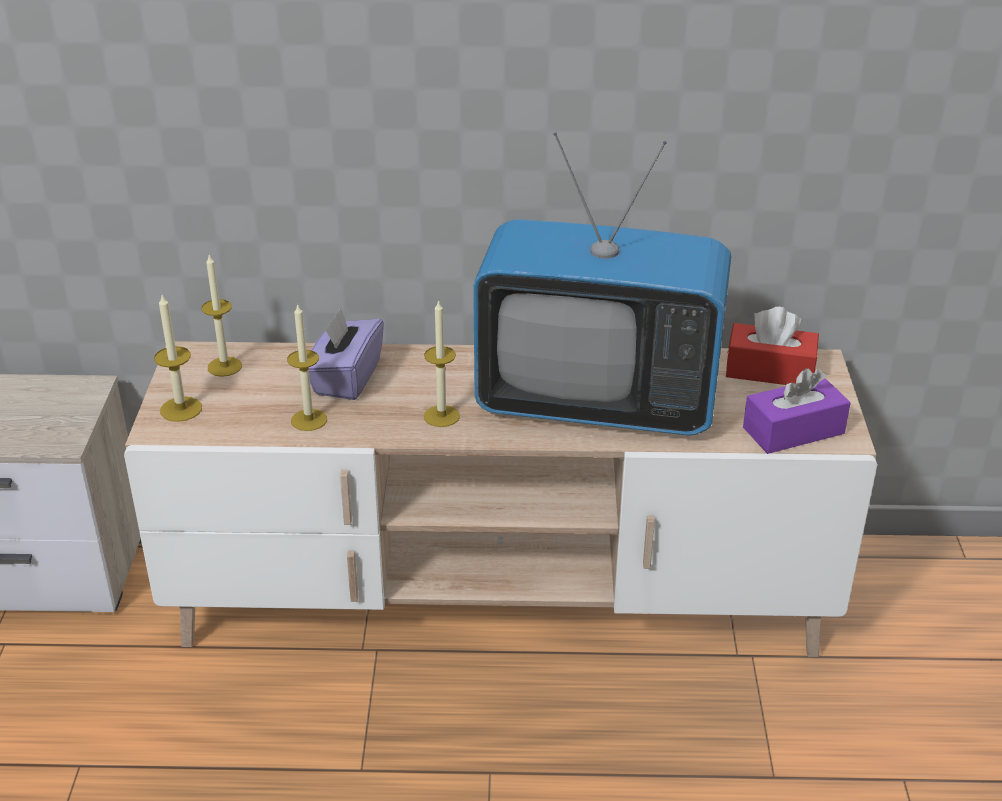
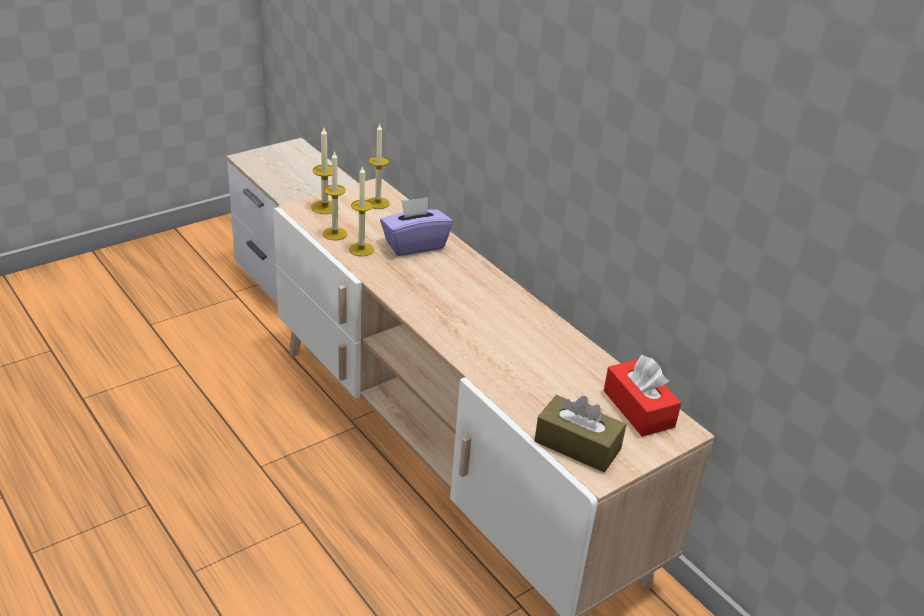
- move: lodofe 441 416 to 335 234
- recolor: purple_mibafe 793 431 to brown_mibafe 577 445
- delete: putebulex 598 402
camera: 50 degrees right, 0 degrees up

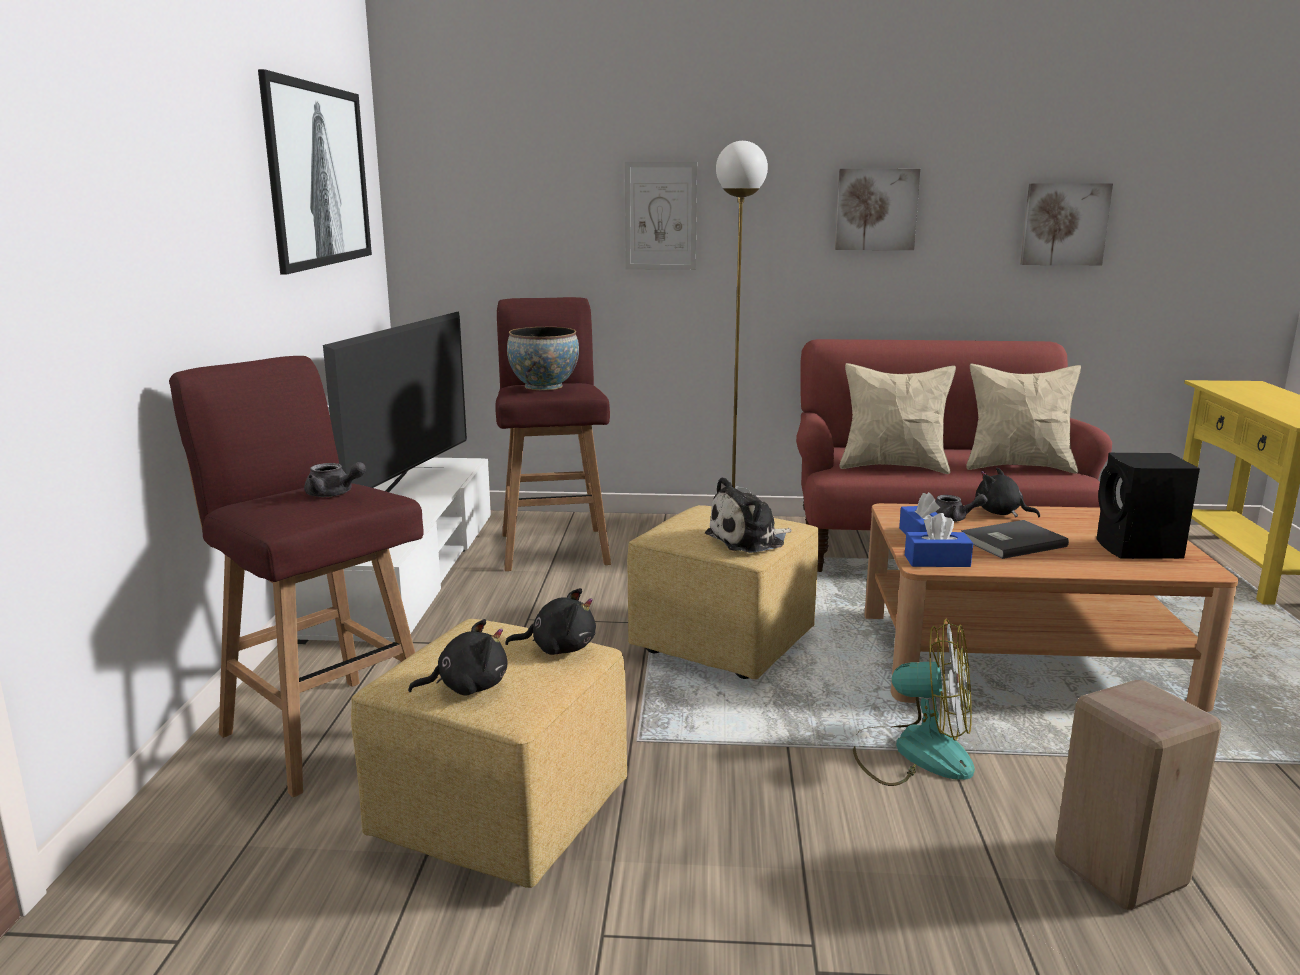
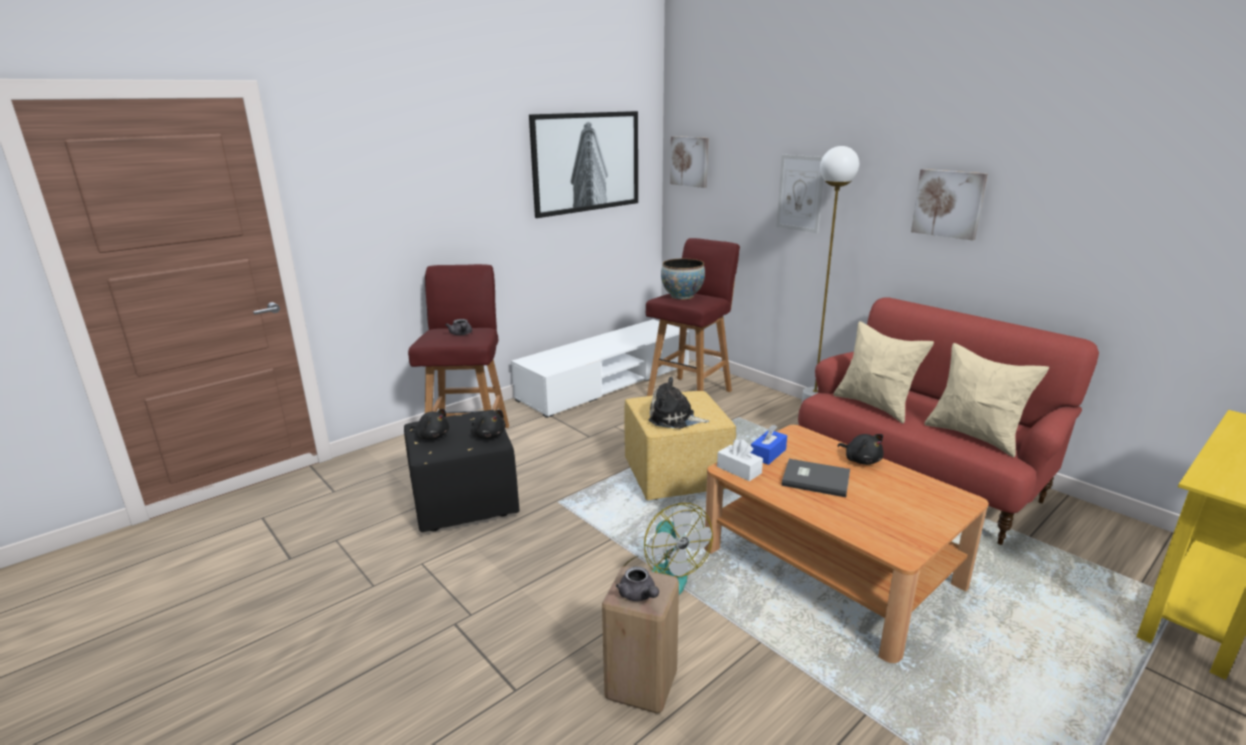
- recolor: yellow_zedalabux 499 815 to black_zedalabux 465 503
- move: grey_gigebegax 953 519 to 639 595
- move: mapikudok 1064 224 to 690 161
- recolor: blue_mibafe 937 561 to white_mibafe 739 470
- rotate: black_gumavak 1000 513 = 861 460 150 degrees clockwise
- delete: putebulex 409 487
- delete: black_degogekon 1138 550
camera: 45 degrees right, 5 degrees up

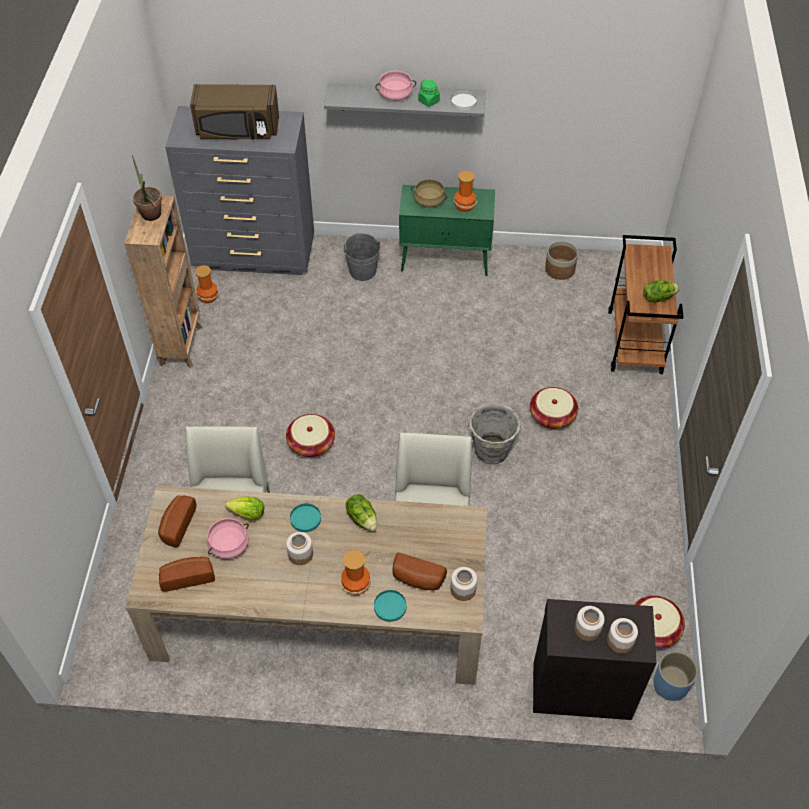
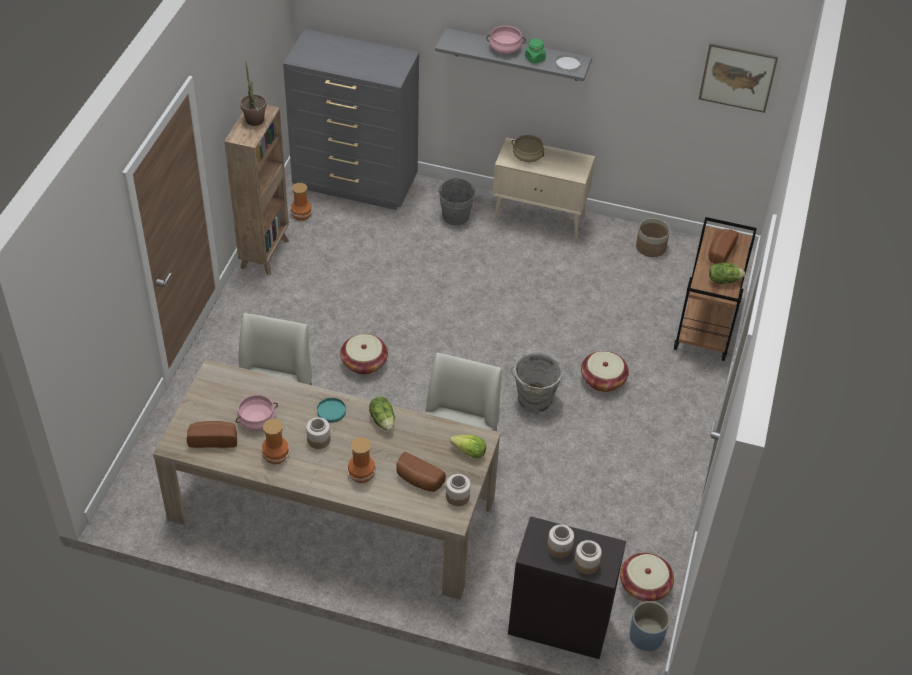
- move: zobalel 464 205 to 275 455
- move: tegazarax 248 514 to 469 452
- recolor: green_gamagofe 446 260 to beige_gamagofe 540 219
- insert: mapikudok 737 77
- move: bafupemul 176 525 to 719 253
- delete: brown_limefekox 238 130
- delete: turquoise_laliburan 389 606
camera: 10 degrees right, 5 degrees down

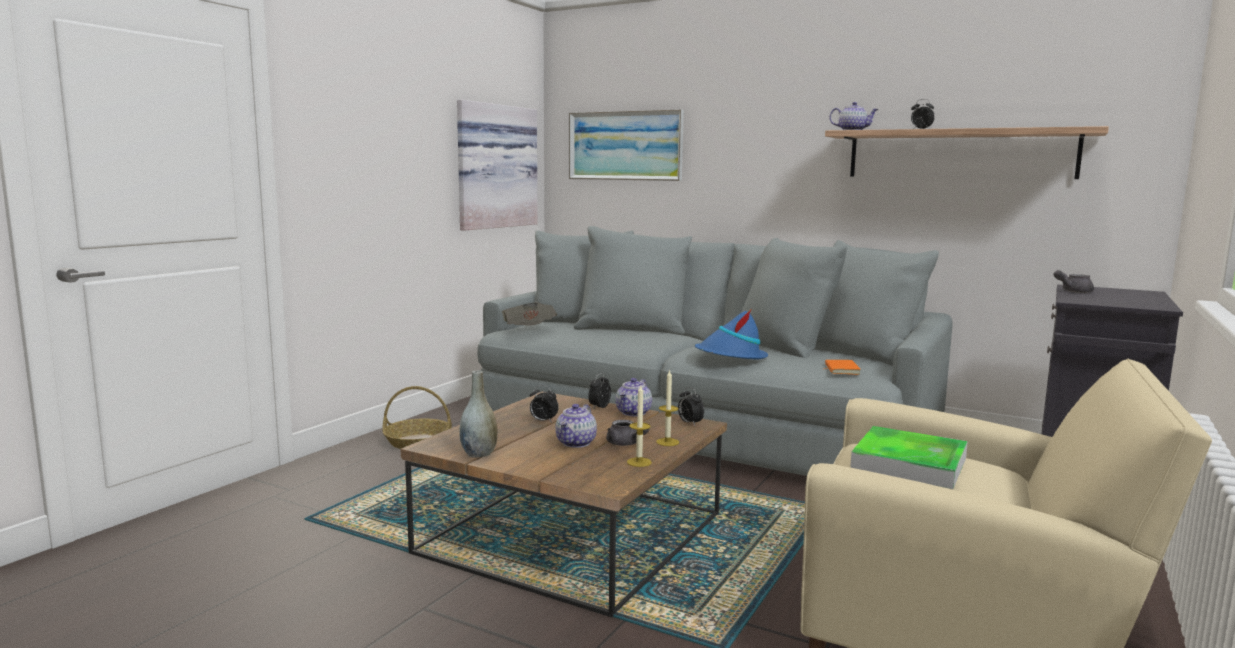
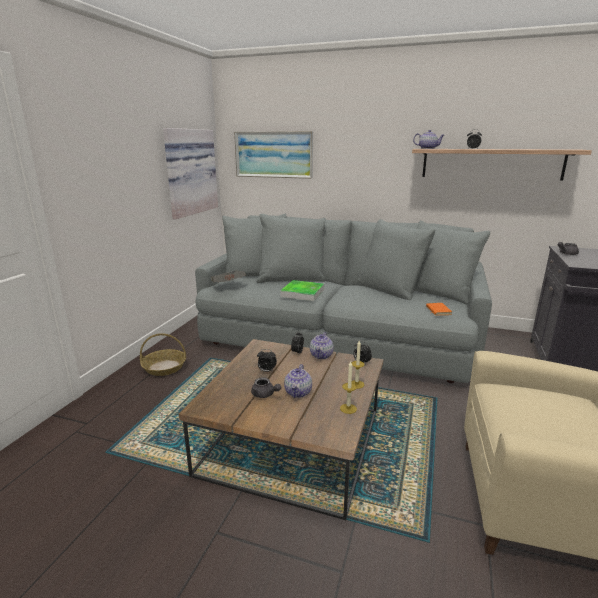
- move: grey_gigebegax 626 444 to 265 395
- move: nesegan 909 464 to 302 293
- delete: grey_zobalel 479 454
- delete: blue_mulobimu 731 357
camera: 10 degrees left, 10 degrees up

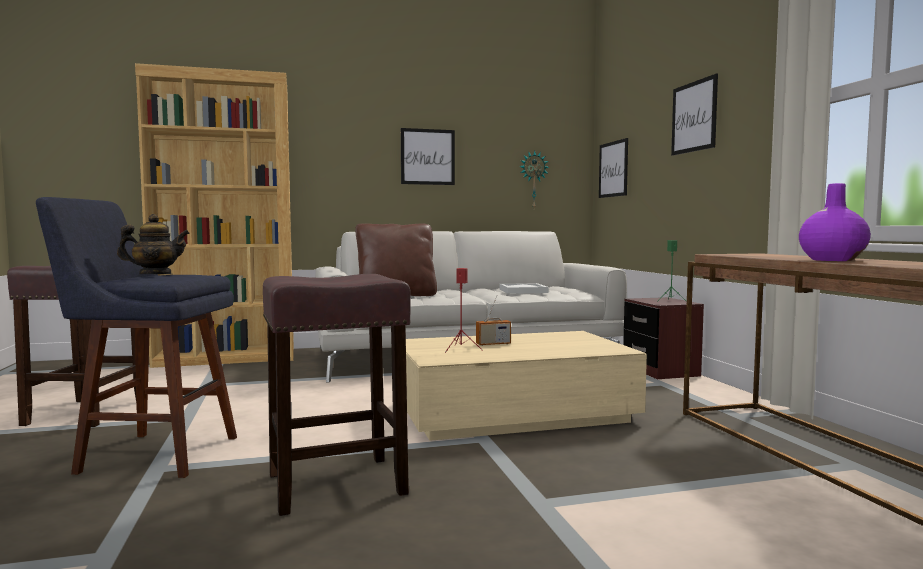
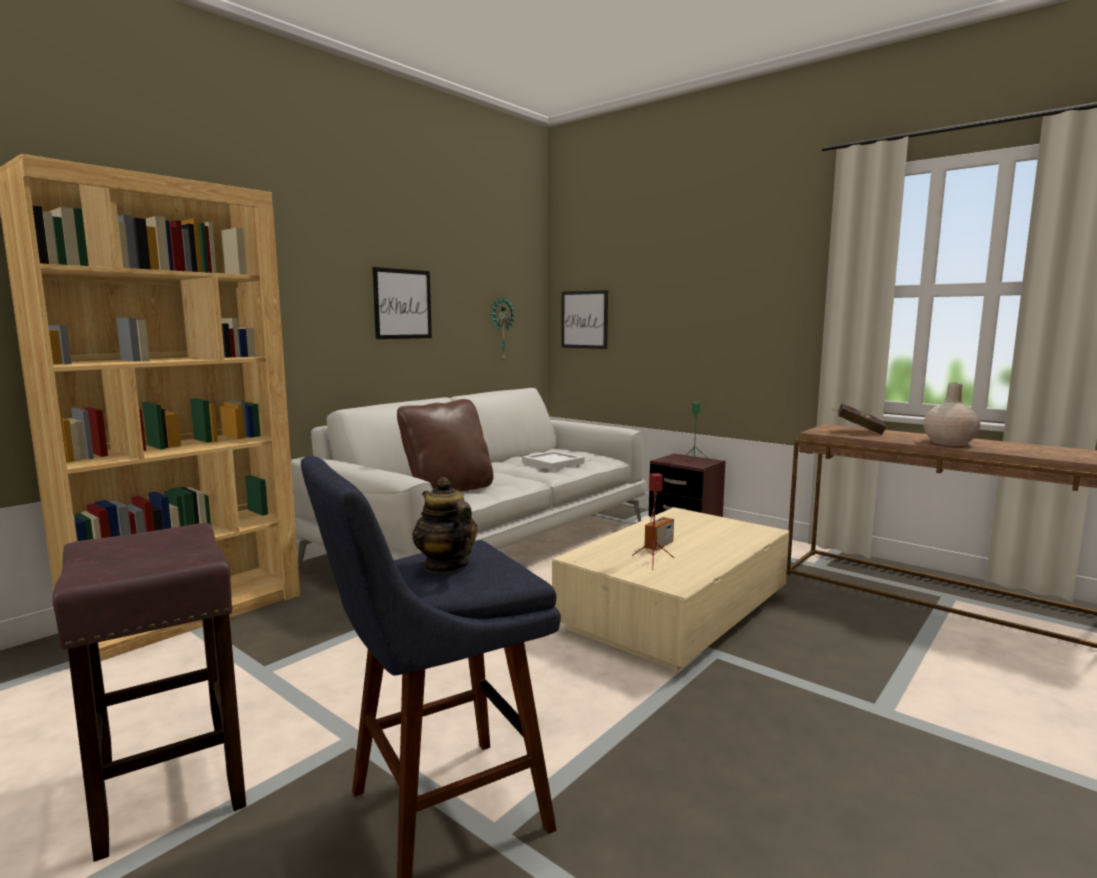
- rotate: gigebegax 155 275 = 446 565 75 degrees counterclockwise
- insert: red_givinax 857 431
- recolor: purple_zobalel 832 260 to beige_zobalel 948 443
- delete: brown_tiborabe 339 483
- delete: mapikudok 694 117
camera: 35 degrees left, 5 degrees up

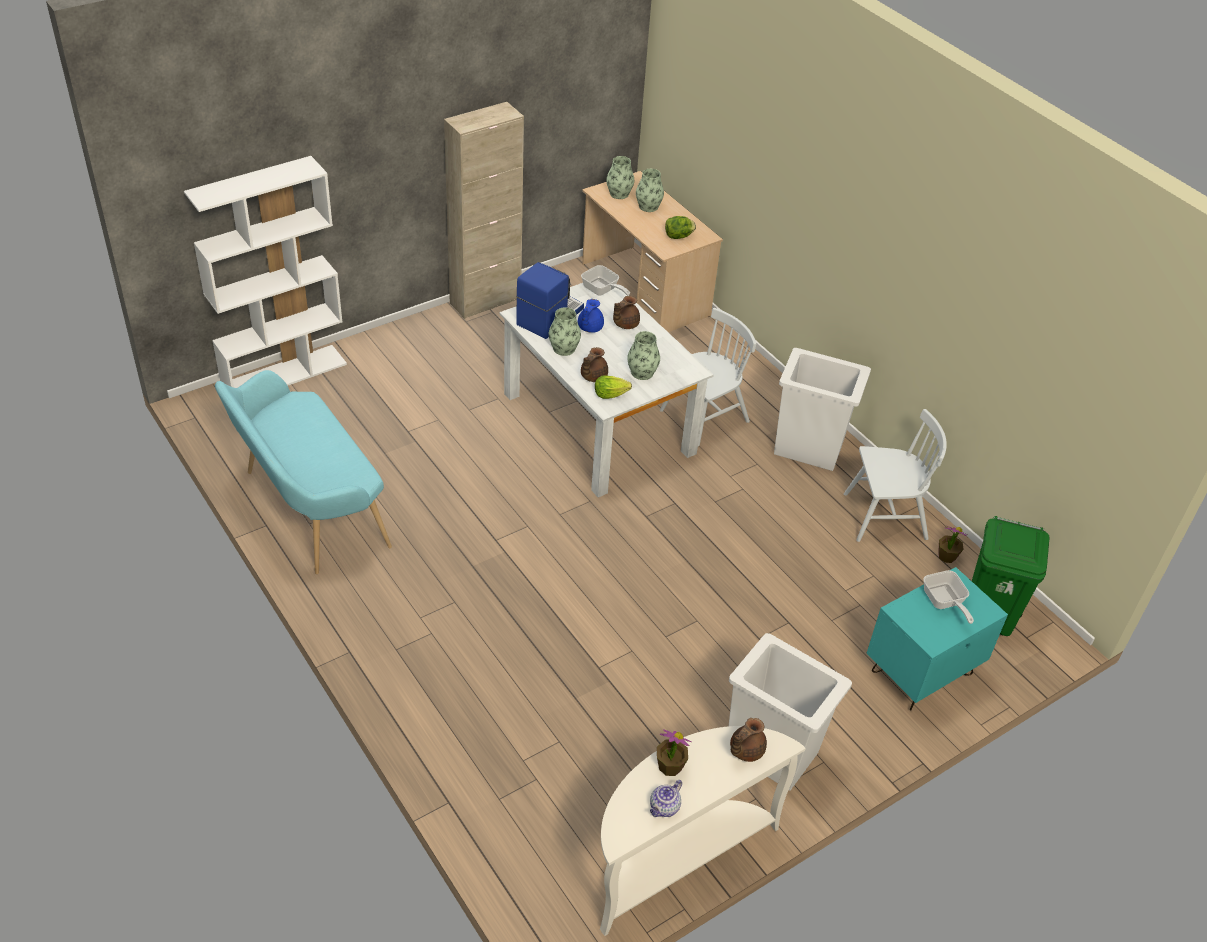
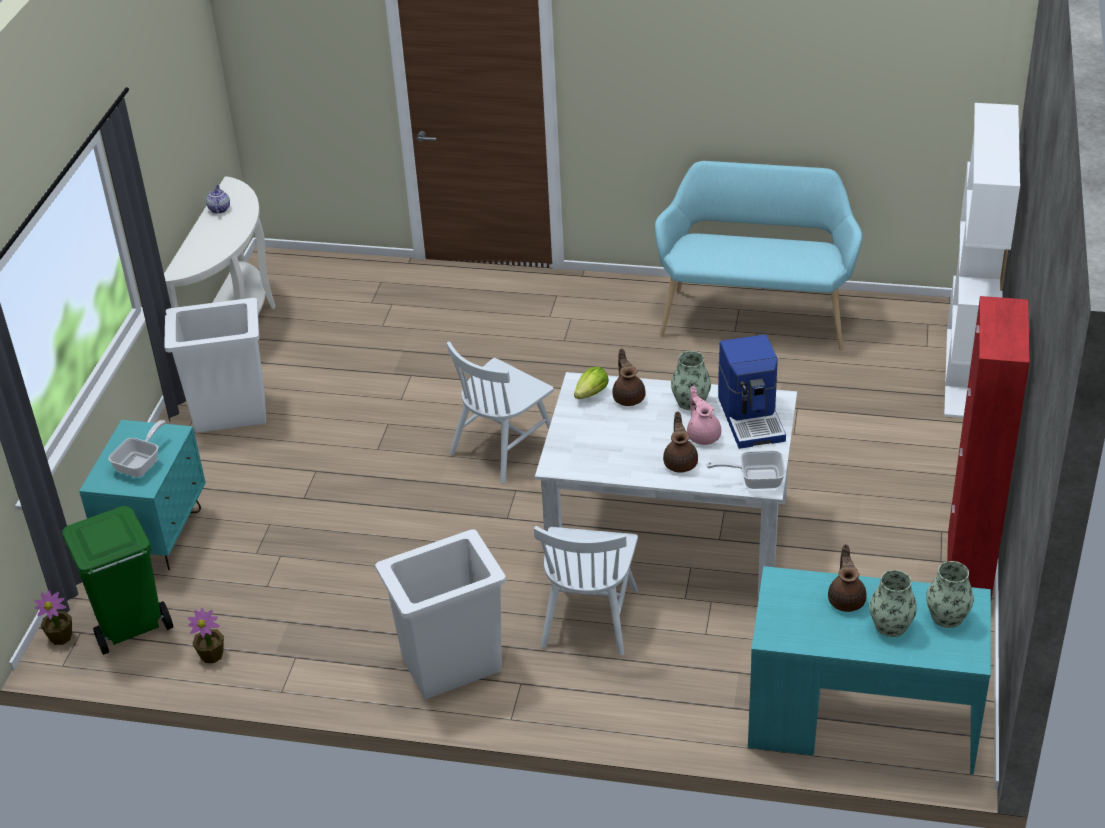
- move: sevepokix 669 766 to 61 637
- rotate: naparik 944 602 = 141 463 90 degrees clockwise
- move: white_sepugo 884 517 to 504 447
- recolor: blue_gigebegax 589 327 to pink_gigebegax 703 435
- recolor: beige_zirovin 645 290 to turquoise_zirovin 861 721
- move: brown_gigebegax 745 750 to 846 599
- recolor: beige_gamagofe 485 301 to red_gamagofe 968 566
- delete: zobalel 642 372
- delete: tegazarax 678 236
camera: 140 degrees right, 5 degrees down

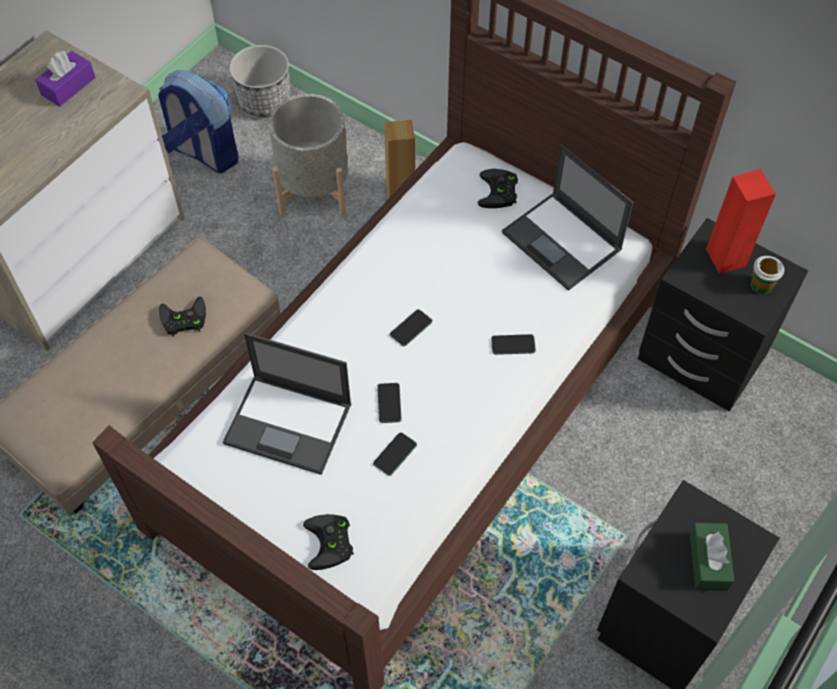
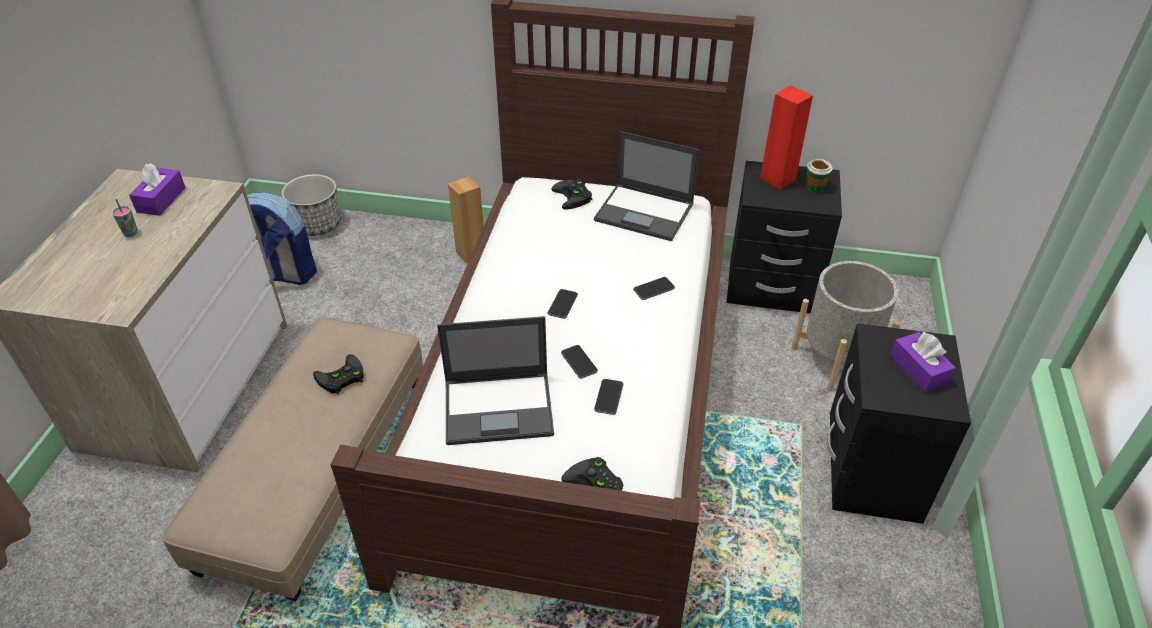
- insert: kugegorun 131 233
- move: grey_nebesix 314 189 to 836 359
- recolor: green_mibafe 708 561 to purple_mibafe 919 370
camera: 25 degrees left, 15 degrees down

